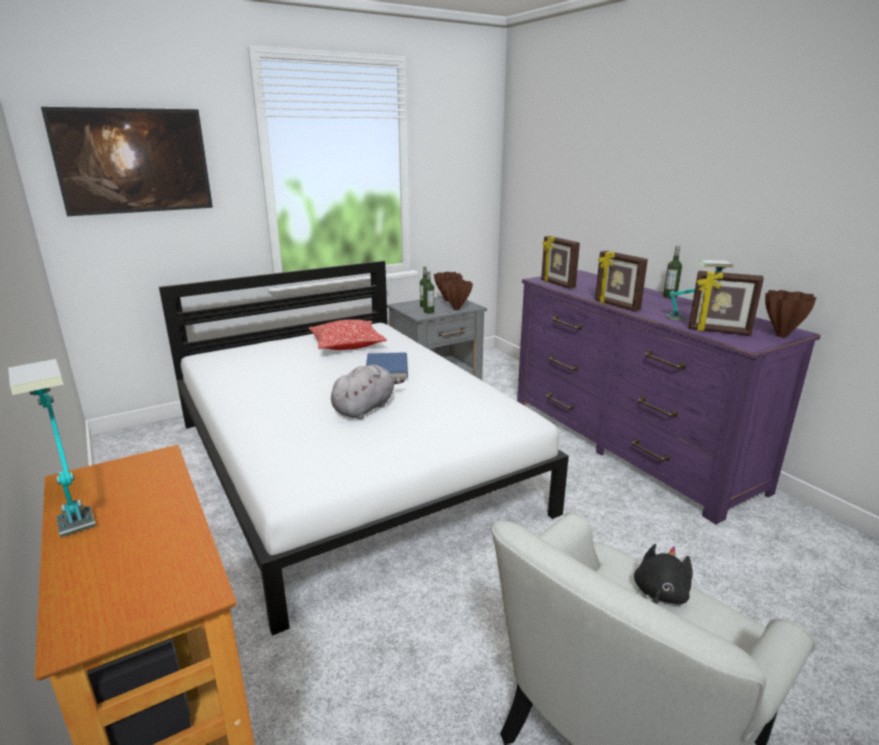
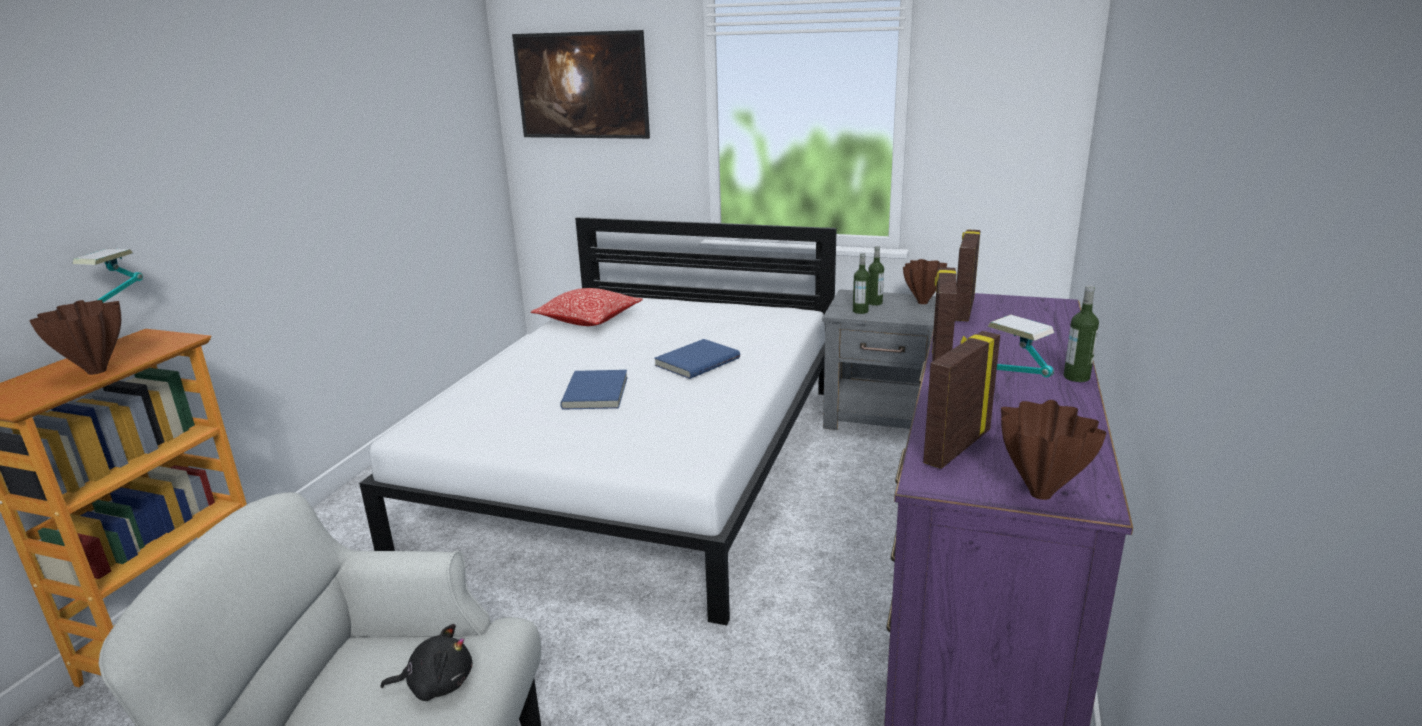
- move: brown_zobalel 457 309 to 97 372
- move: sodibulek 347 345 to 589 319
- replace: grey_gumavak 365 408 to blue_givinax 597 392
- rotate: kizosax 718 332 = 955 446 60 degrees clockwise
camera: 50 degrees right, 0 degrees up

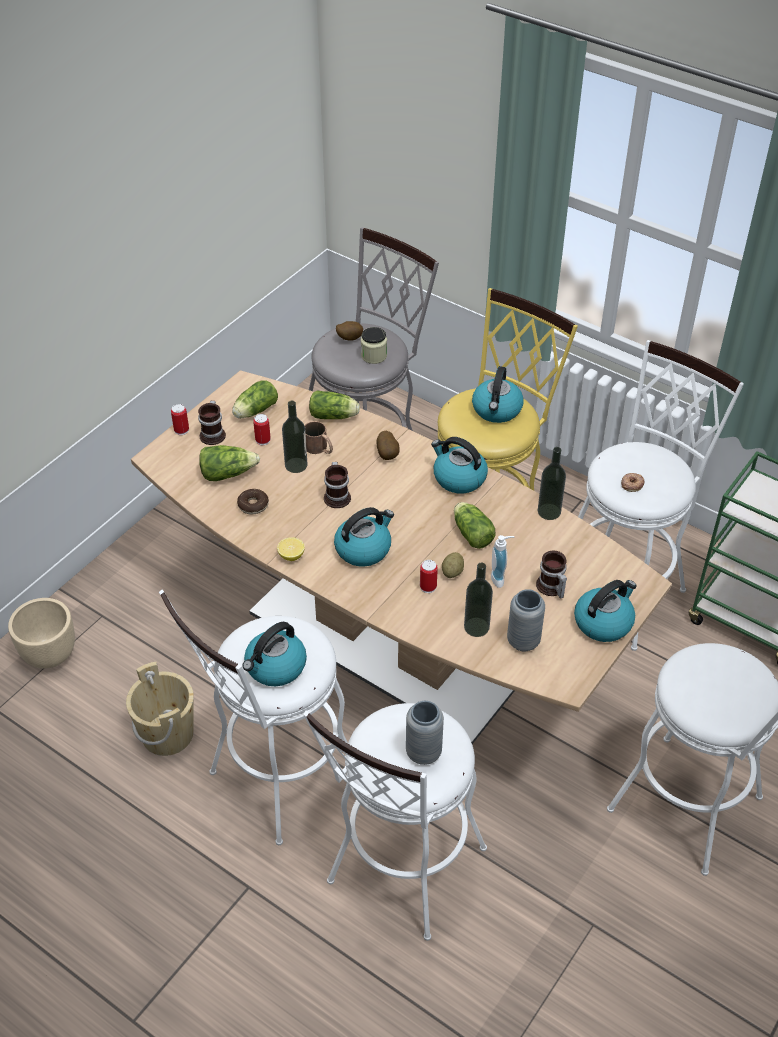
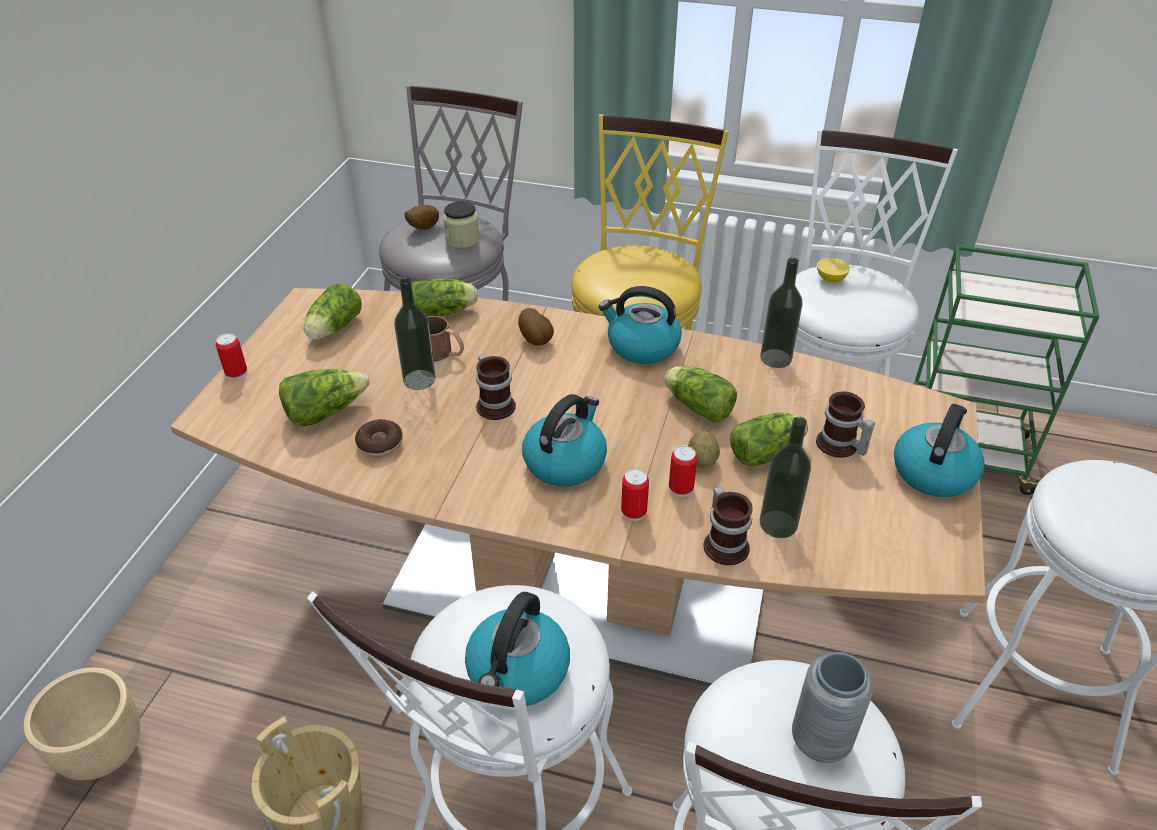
- move: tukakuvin 263 440 to 634 512
- move: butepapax 214 434 to 726 543
- replace: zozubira 500 578 to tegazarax 768 451
- move: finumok 291 556 to 830 279
- delete: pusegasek 497 410
- delete: grey_zobalel 523 641
- delete: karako 632 484
camera: 20 degrees left, 5 degrees down

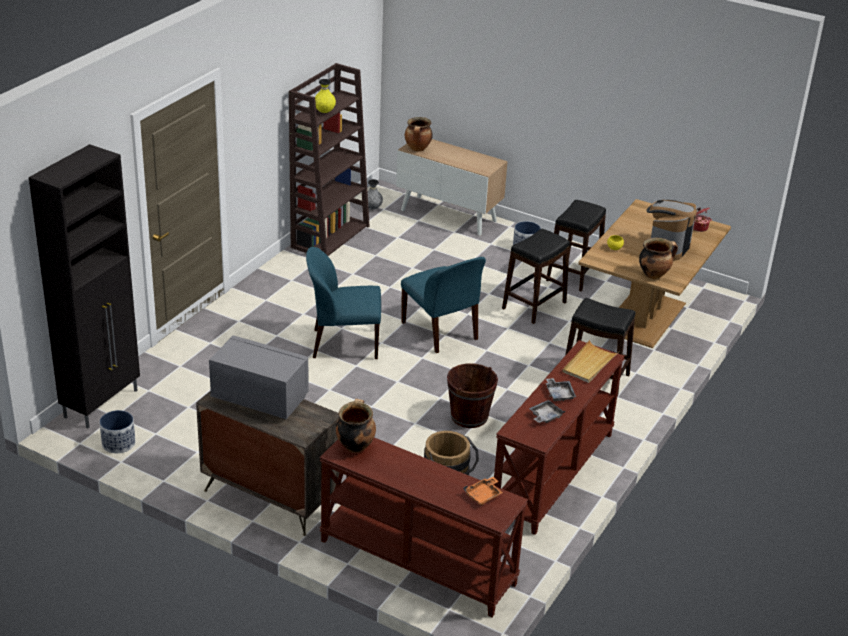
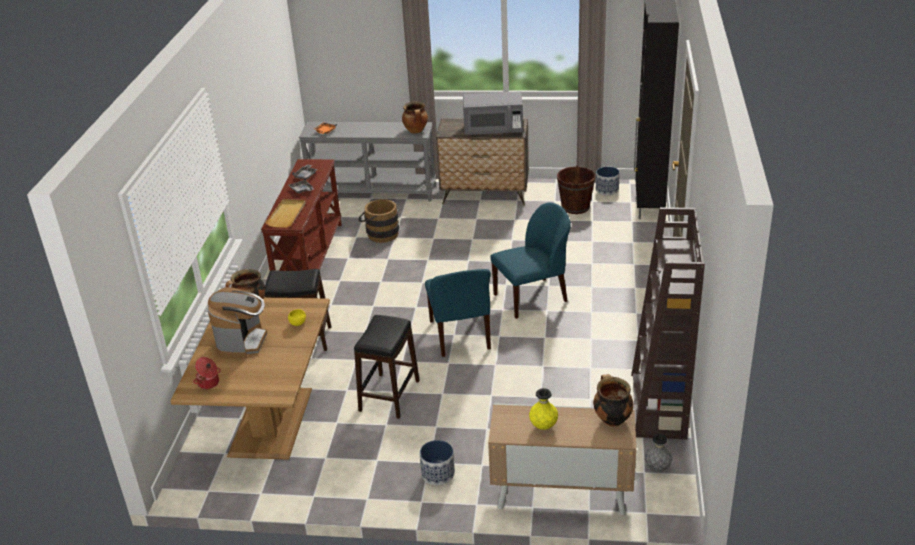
- recolor: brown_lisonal 416 563 to grey_lisonal 373 192
- rotate: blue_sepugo 440 332 = 460 336 135 degrees counterclockwise
- move: yellow_zobalel 324 112 to 543 426
- move: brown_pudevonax 469 416 to 575 207
- delete: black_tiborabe 573 274
camera: 160 degrees right, 0 degrees up

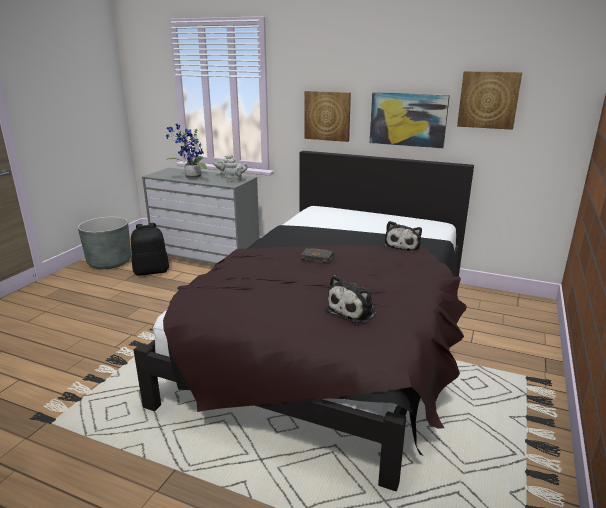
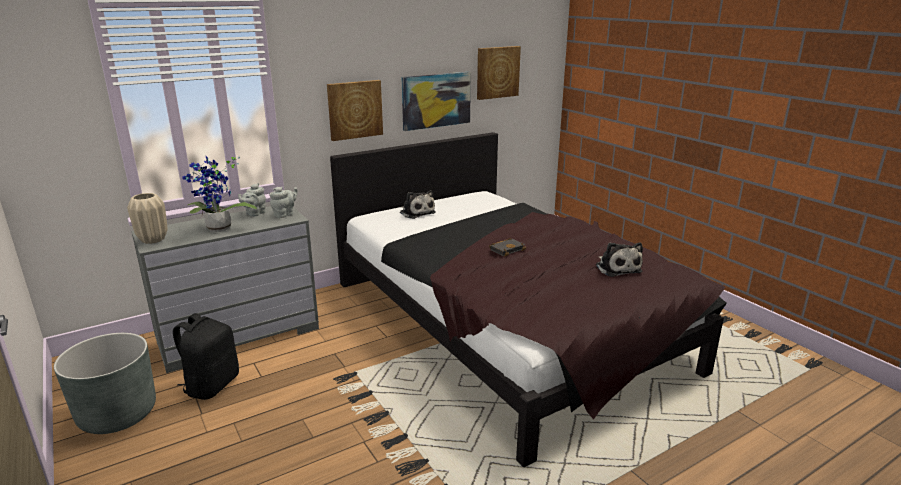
- insert: beige_zobalel 153 239
- move: gumavak 402 246 to 416 212
camera: 55 degrees left, 0 degrees up

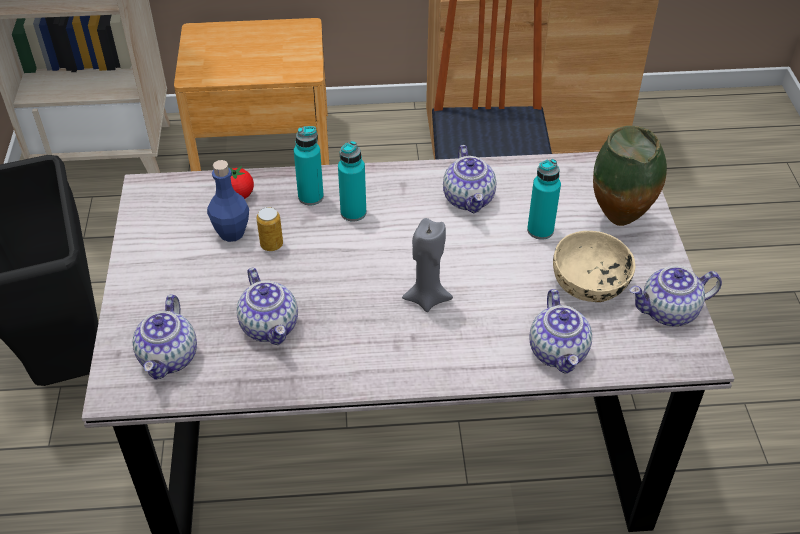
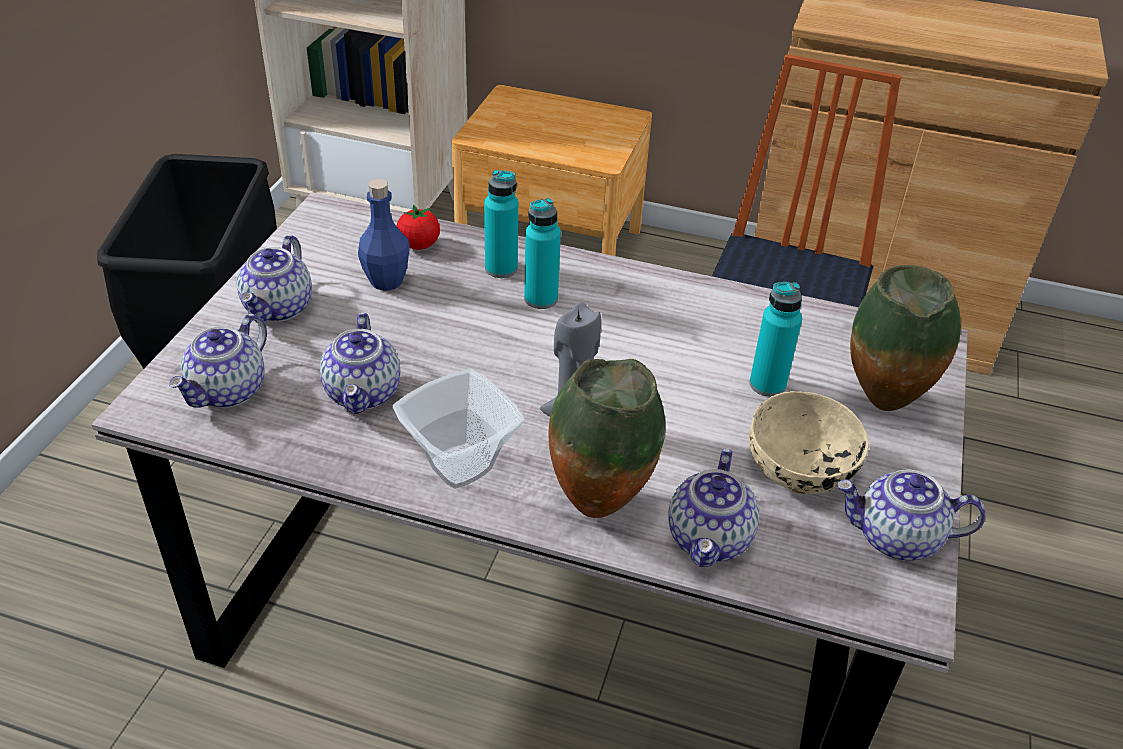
- move: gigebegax 469 199 to 279 308
- insert: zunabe 459 468
- insert: zobalel 598 504
- delete: tukakuvin 271 245
camera: 20 degrees right, 5 degrees down

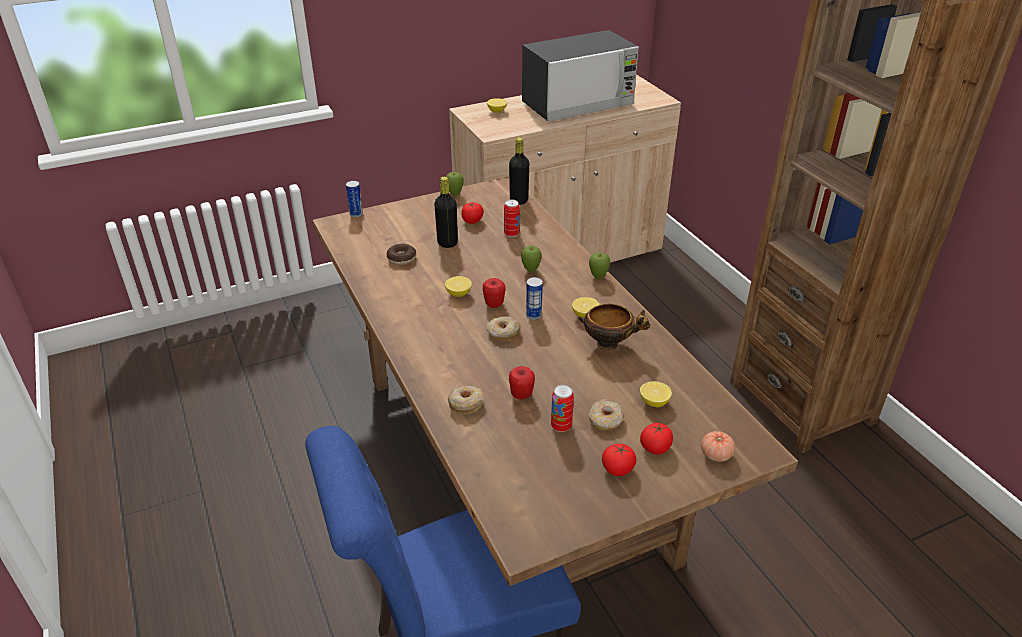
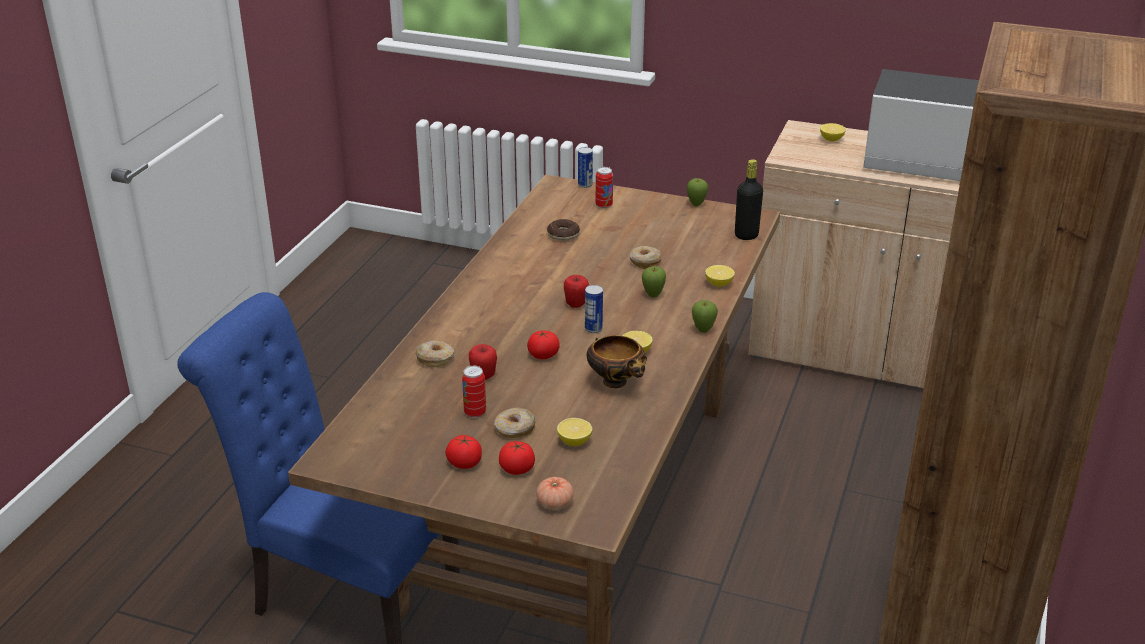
- move: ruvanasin 472 221 to 543 355
- move: tukakuvin 511 234 to 604 205
- move: karako 503 333 to 644 262
- move: finumok 458 294 to 719 284
- delete: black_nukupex 447 243
camera: 45 degrees right, 5 degrees down

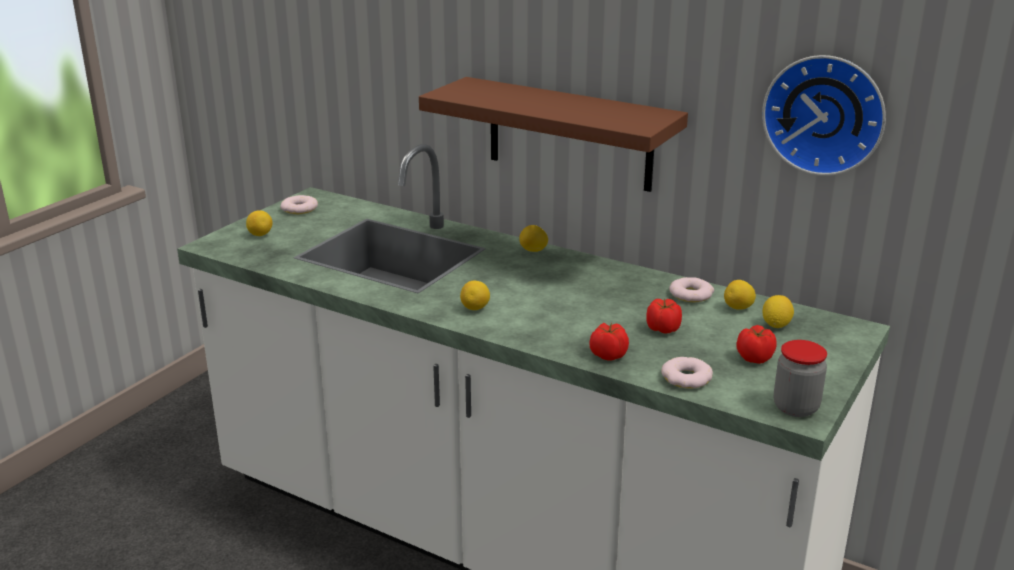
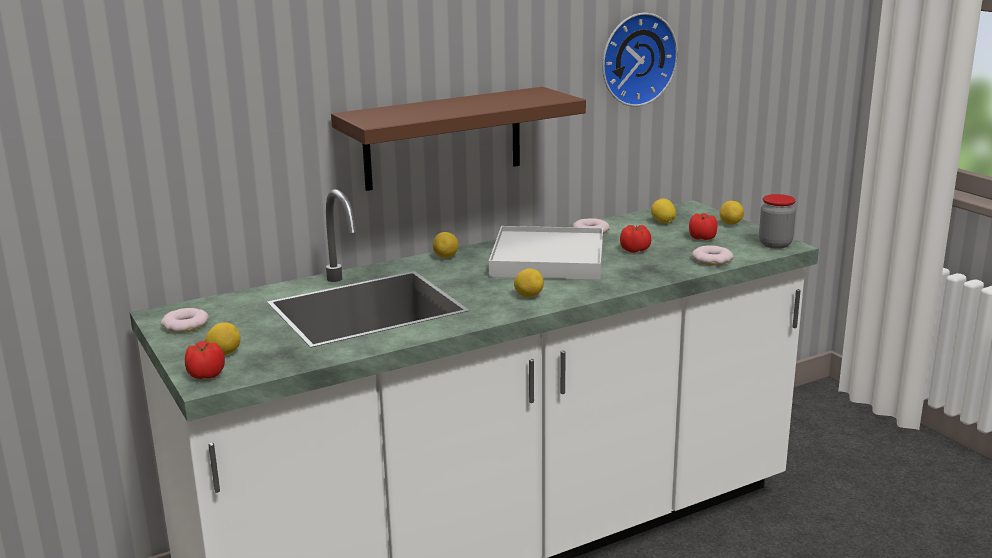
- move: ruvanasin 607 355 to 205 375
- insert: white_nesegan 547 259
- move: finumok 738 308 to 730 224
camera: 60 degrees left, 5 degrees down

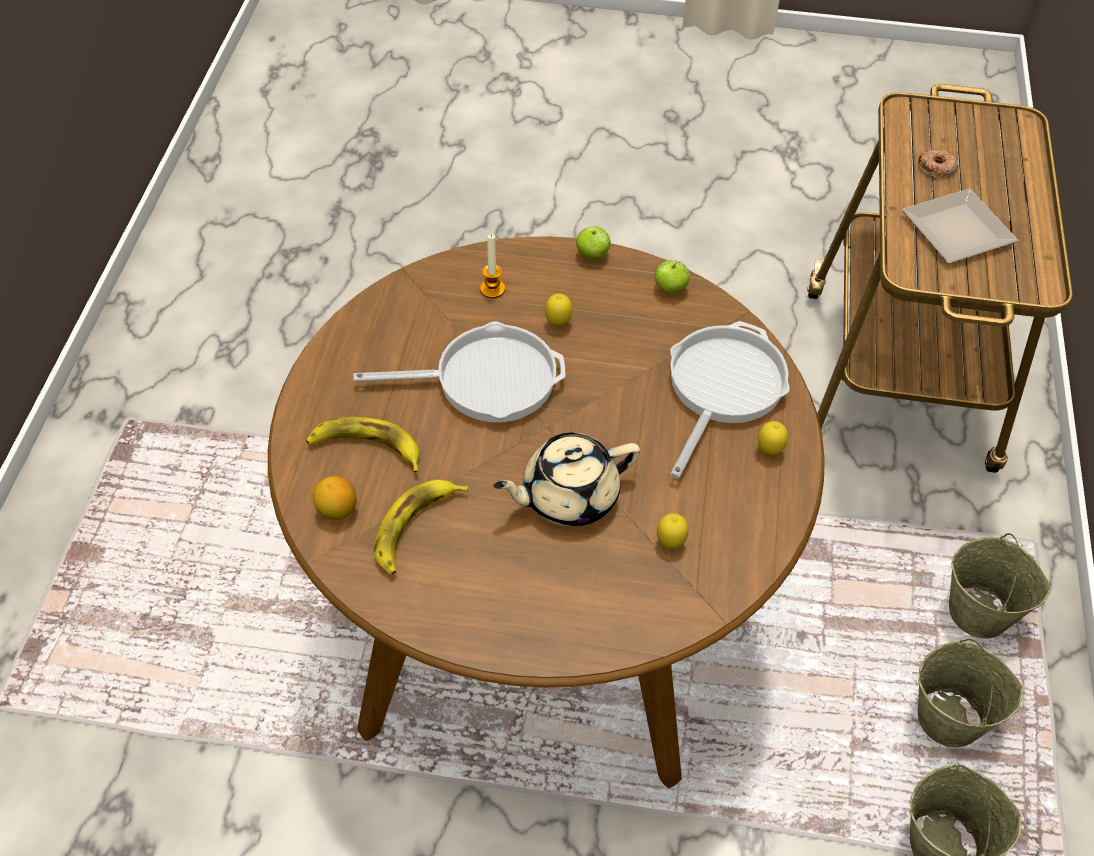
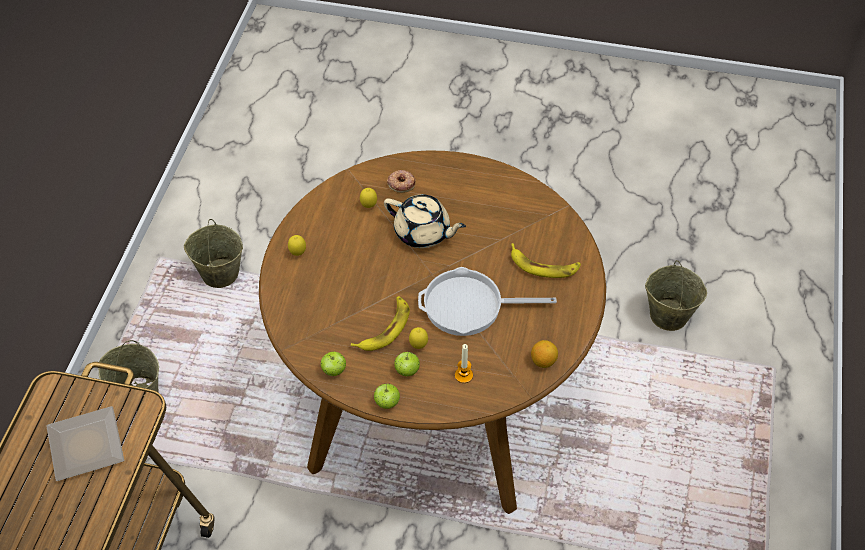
- move: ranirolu 415 528 to 384 328
- rotate: beige_gigebegax 568 496 = 423 233 45 degrees clockwise
- move: karako 936 167 to 401 183
- insert: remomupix 407 371
- move: finumok 337 510 to 543 361
- move: beige_pudevonax 950 719 to 667 315
- delete: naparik 722 387
camera: 175 degrees left, 0 degrees up

